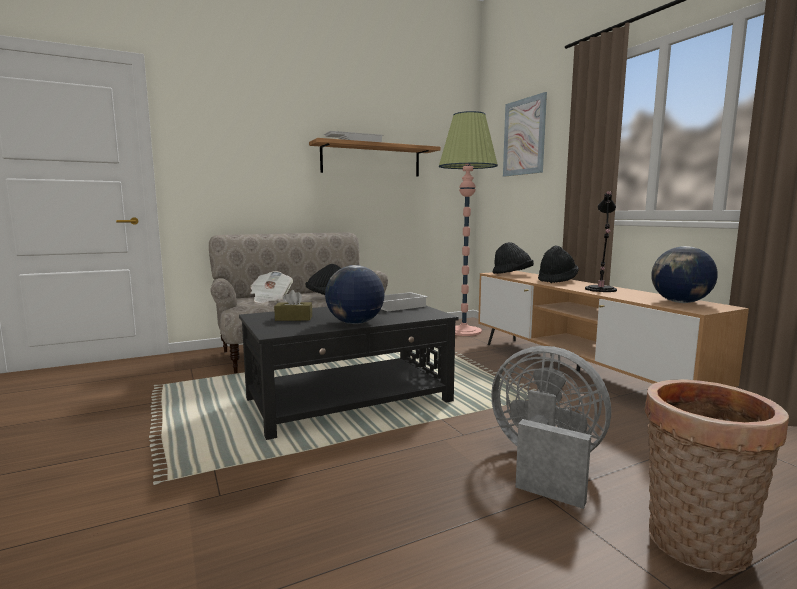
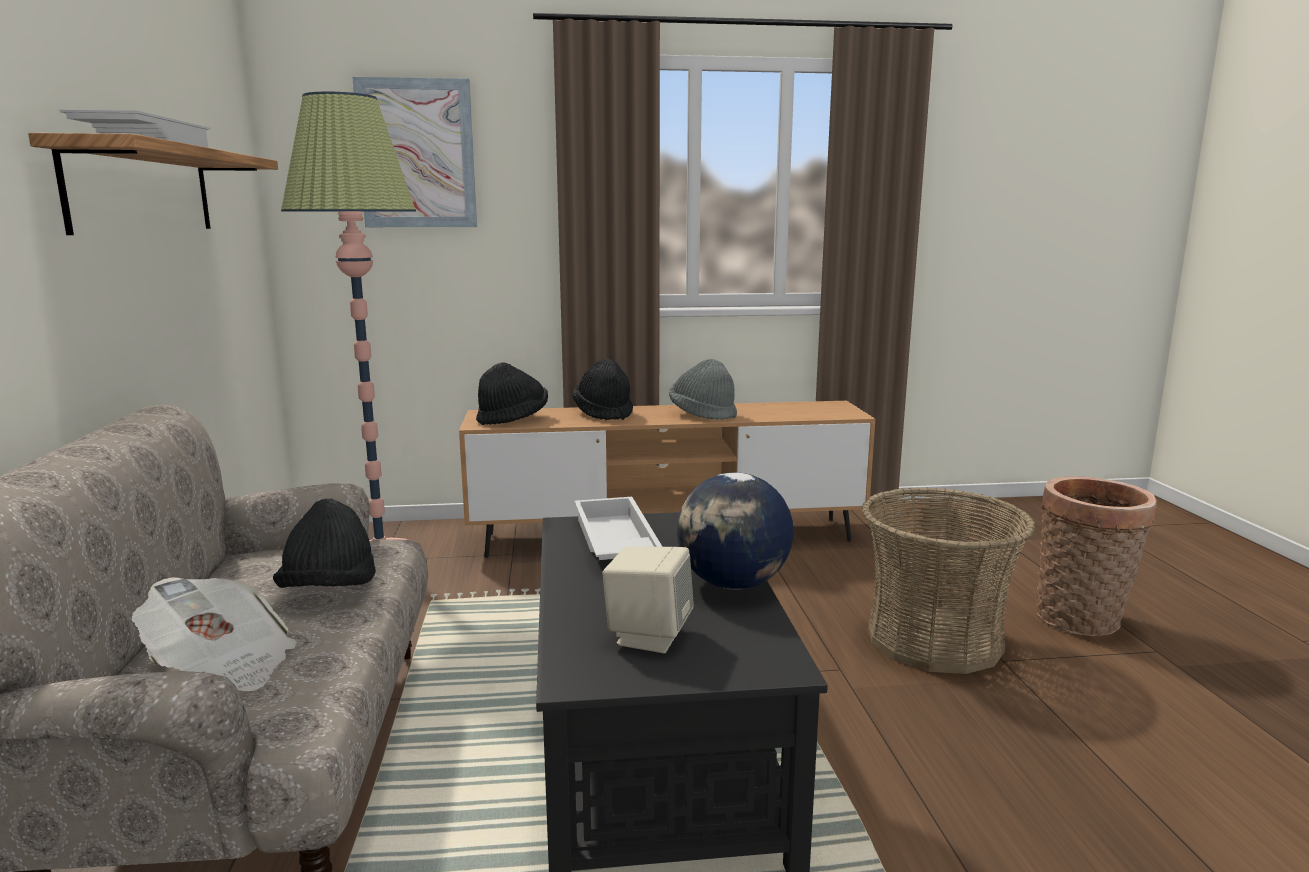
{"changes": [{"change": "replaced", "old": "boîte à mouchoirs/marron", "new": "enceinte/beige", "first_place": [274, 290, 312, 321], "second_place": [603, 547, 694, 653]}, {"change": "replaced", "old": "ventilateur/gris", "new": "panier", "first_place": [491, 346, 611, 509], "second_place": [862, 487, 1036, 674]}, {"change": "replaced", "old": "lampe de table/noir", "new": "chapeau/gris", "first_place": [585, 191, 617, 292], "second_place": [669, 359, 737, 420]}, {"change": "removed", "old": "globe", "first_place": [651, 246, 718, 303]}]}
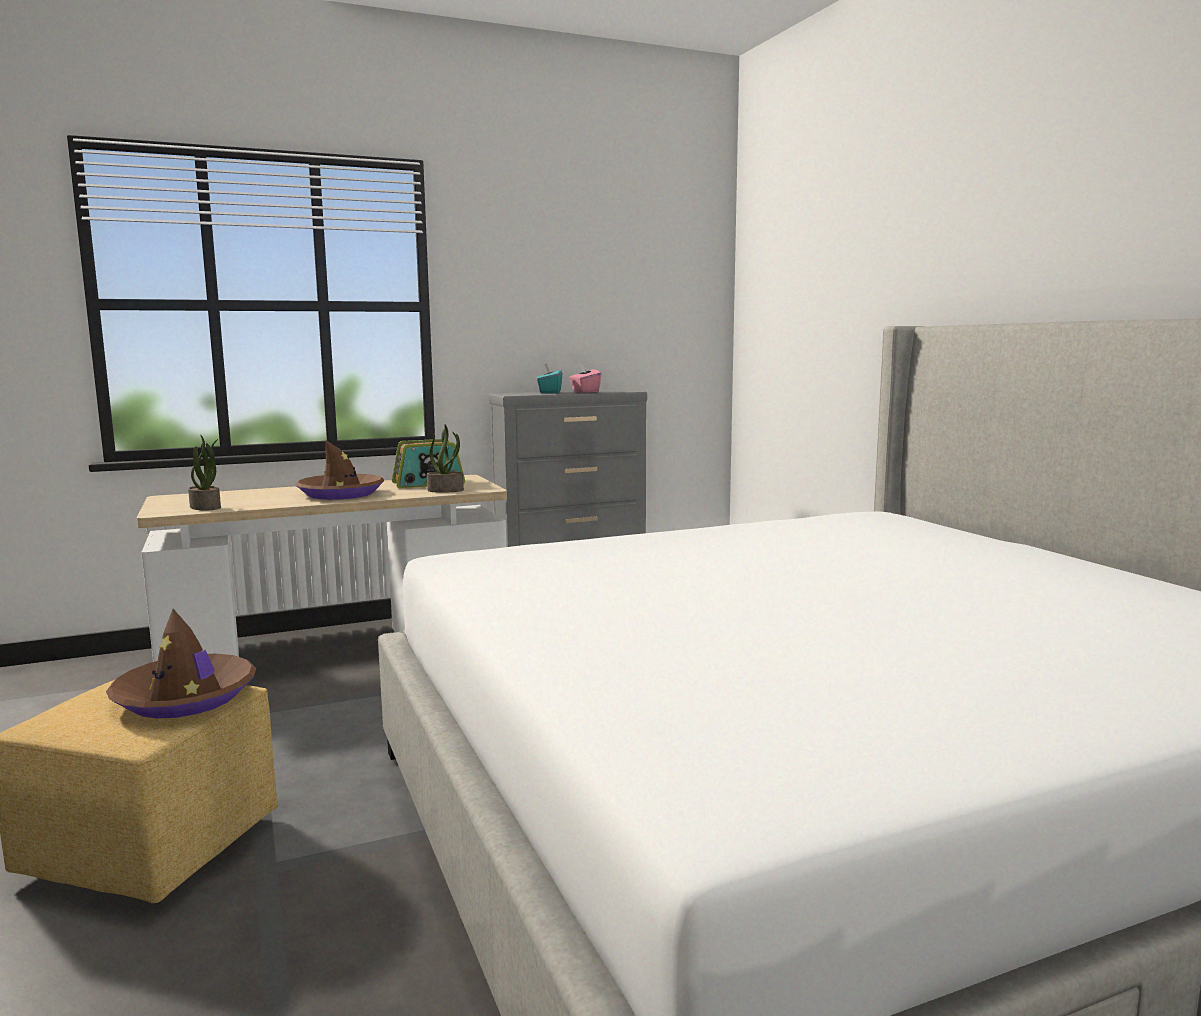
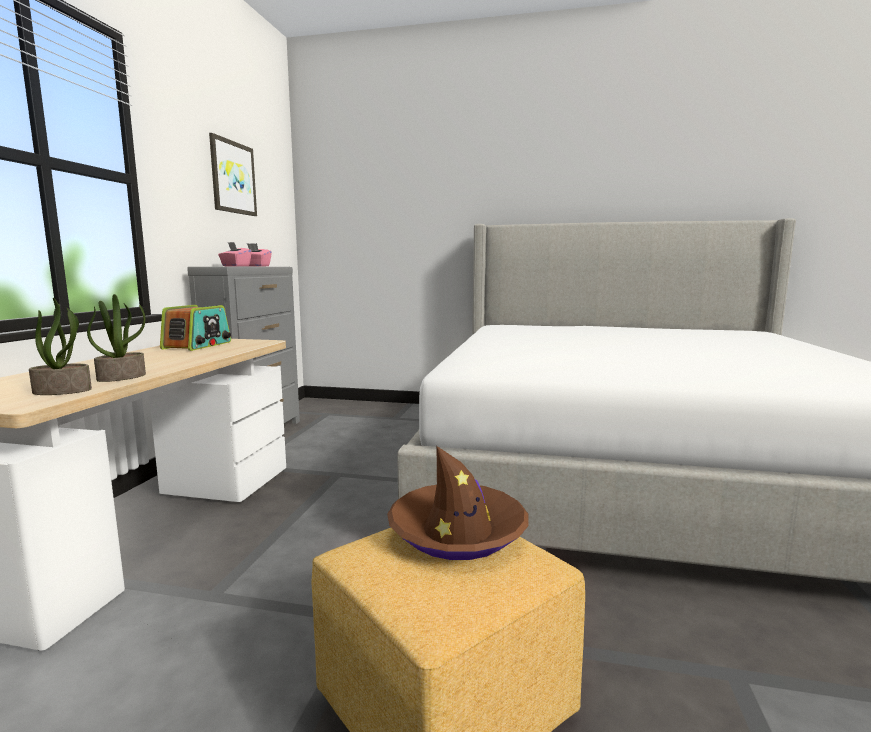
{"changes": [{"change": "removed", "old": "chapeau/marron", "first_place": [296, 440, 384, 500]}, {"change": "moved", "old": "plante en pot", "first_place": [427, 425, 464, 493], "second_place": [87, 294, 146, 382]}, {"change": "recoloured", "old": "boîte à mouchoirs/turquoise", "new": "boîte à mouchoirs/rose", "first_place": [537, 364, 562, 393], "second_place": [218, 242, 252, 266]}, {"change": "added", "new": "tableau", "second_place": [209, 133, 257, 216]}]}
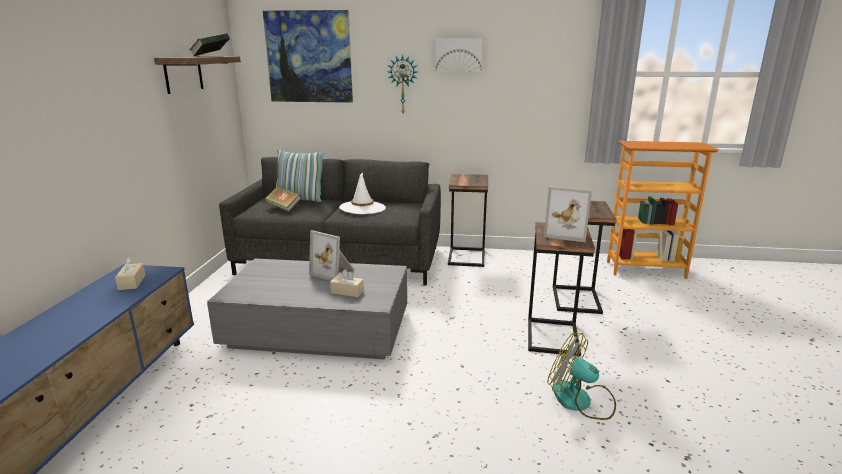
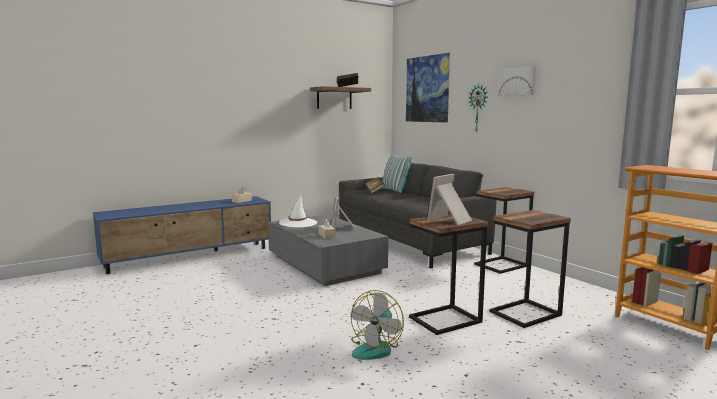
{"changes": [{"change": "moved", "old": "chapeau/blanc", "first_place": [339, 173, 386, 214], "second_place": [279, 194, 317, 228]}, {"change": "turned", "old": "cadre photo", "first_place": [544, 186, 592, 242], "second_place": [427, 174, 472, 225], "degrees": 60}, {"change": "turned", "old": "ventilateur", "first_place": [547, 333, 616, 420], "second_place": [351, 290, 404, 360], "degrees": -150}]}
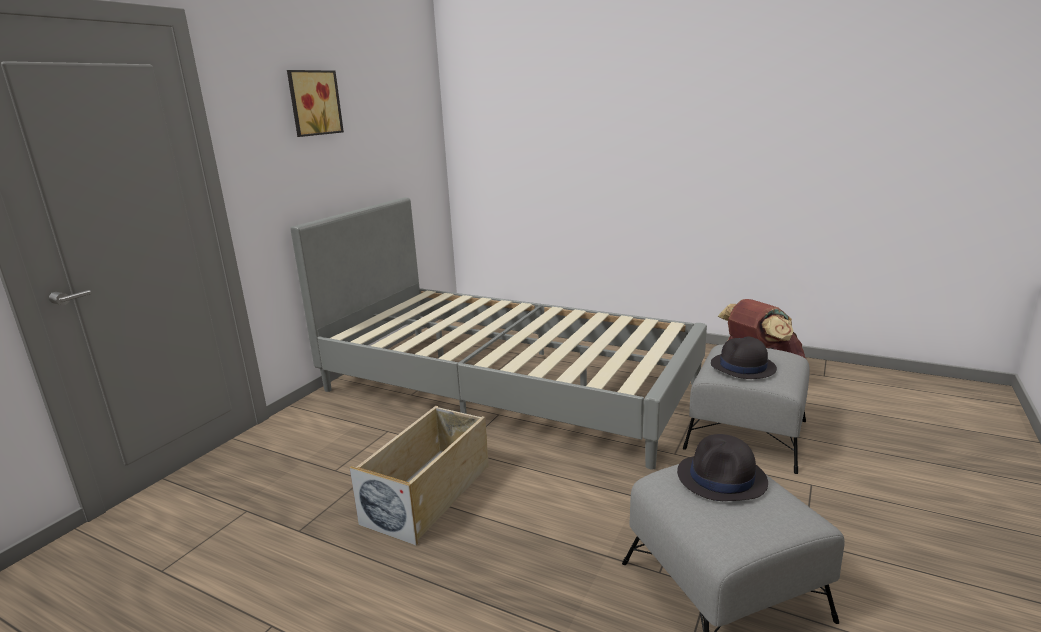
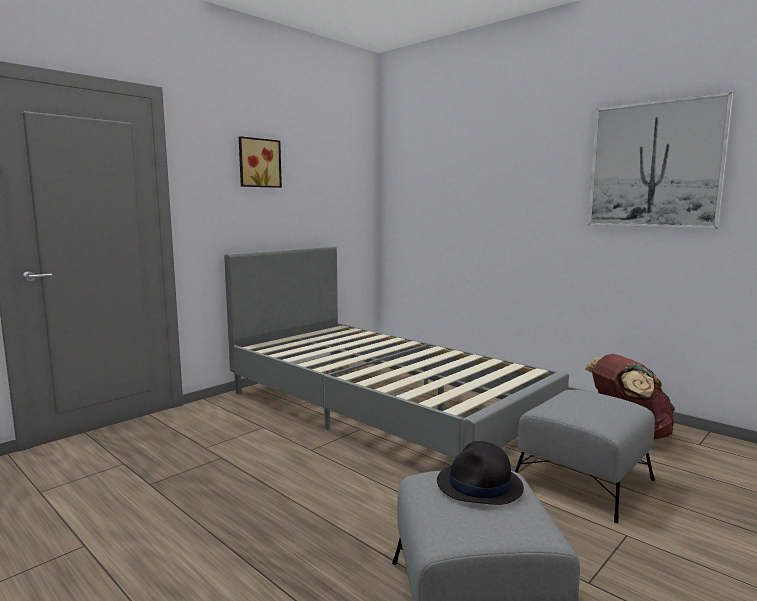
{"changes": [{"change": "removed", "old": "boîte de rangement/beige", "first_place": [349, 406, 489, 546]}, {"change": "removed", "old": "chapeau/noir", "first_place": [711, 337, 777, 379]}, {"change": "added", "new": "tableau", "second_place": [588, 92, 733, 229]}]}
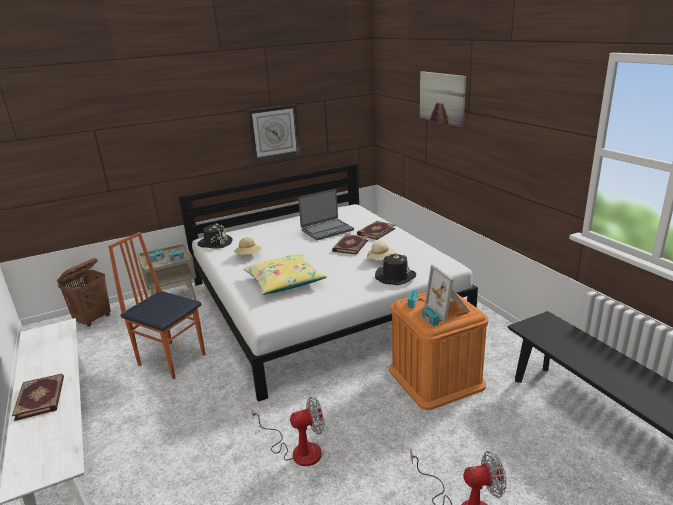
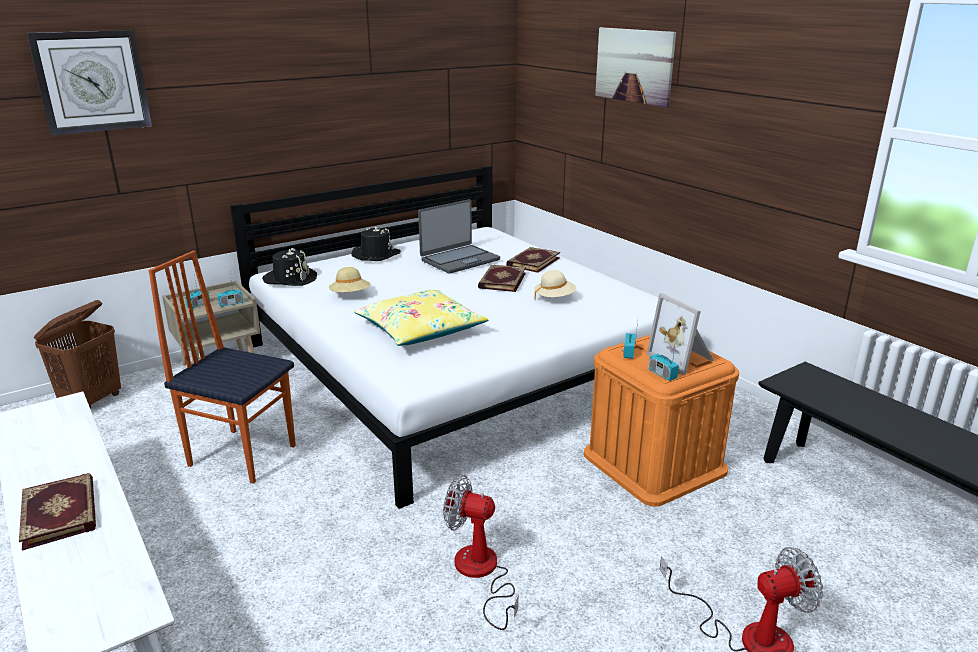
{"changes": [{"change": "moved", "old": "horloge murale", "first_place": [247, 104, 301, 162], "second_place": [26, 30, 152, 136]}, {"change": "turned", "old": "ventilateur", "first_place": [251, 397, 325, 466], "second_place": [443, 475, 519, 630], "degrees": -135}, {"change": "moved", "old": "chapeau/noir", "first_place": [375, 253, 416, 285], "second_place": [352, 226, 401, 261]}]}
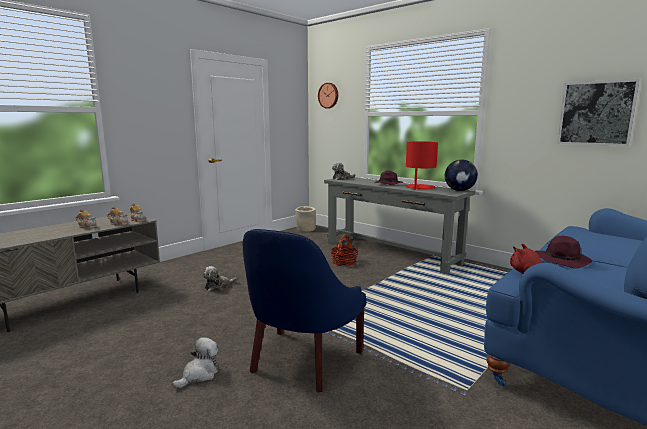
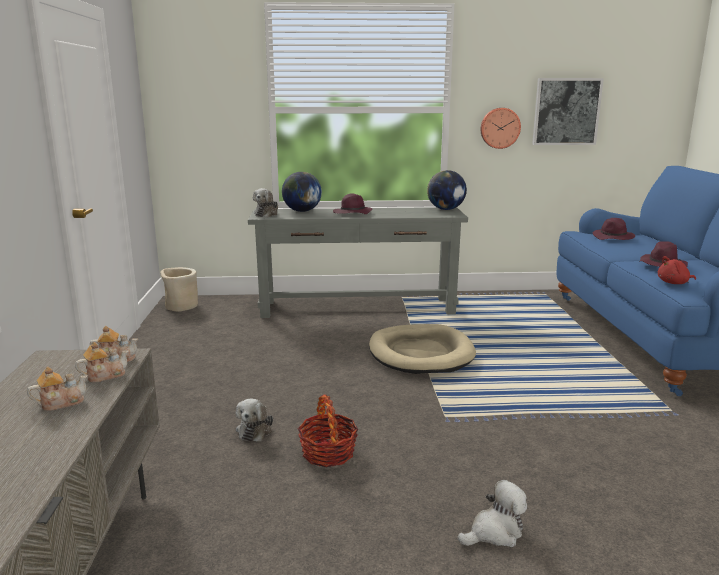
{"changes": [{"change": "turned", "old": "peluche", "first_place": [173, 337, 218, 388], "second_place": [457, 480, 527, 547], "degrees": 75}, {"change": "removed", "old": "fauteuil/bleu", "first_place": [243, 229, 366, 392]}, {"change": "moved", "old": "horloge murale", "first_place": [318, 83, 338, 109], "second_place": [481, 108, 521, 149]}, {"change": "moved", "old": "panier", "first_place": [331, 235, 358, 266], "second_place": [297, 394, 359, 467]}, {"change": "removed", "old": "lampe de table/rouge", "first_place": [405, 141, 438, 190]}, {"change": "added", "new": "globe", "second_place": [282, 172, 322, 212]}, {"change": "added", "new": "panier pour chien/beige", "second_place": [369, 324, 476, 374]}, {"change": "added", "new": "chapeau/violet", "second_place": [592, 218, 635, 240]}]}
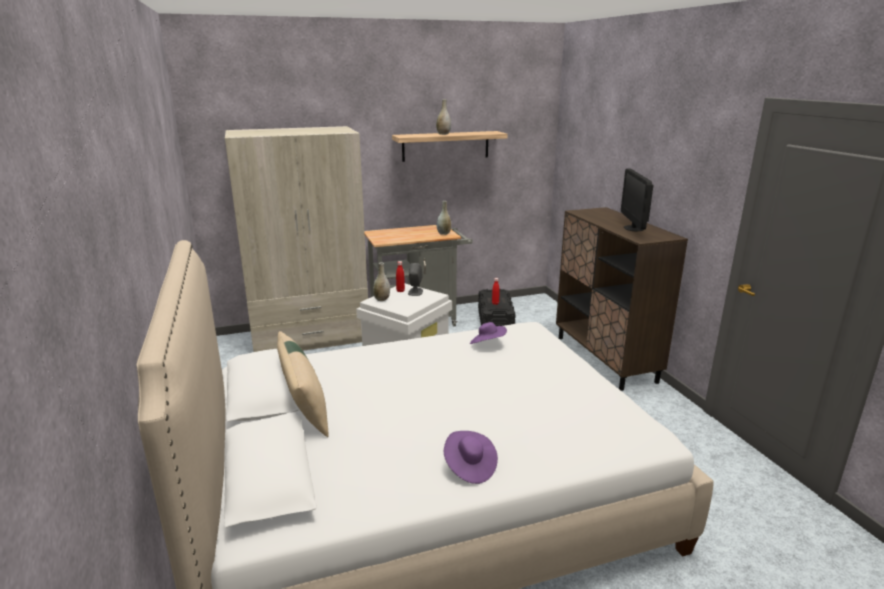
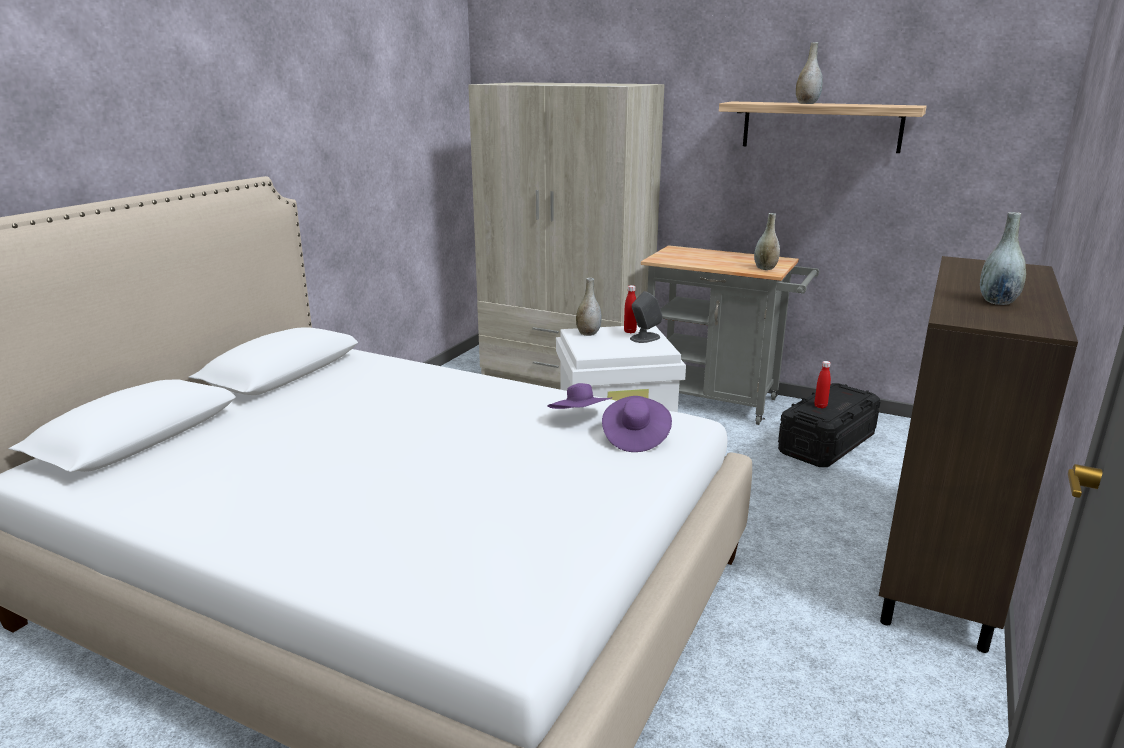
{"changes": [{"change": "removed", "old": "coussin/beige", "first_place": [277, 331, 329, 437]}, {"change": "moved", "old": "chapeau/violet", "first_place": [444, 431, 498, 484], "second_place": [602, 396, 672, 452]}, {"change": "replaced", "old": "écran d'ordinateur", "new": "vase/gris", "first_place": [621, 169, 653, 232], "second_place": [980, 212, 1026, 305]}]}
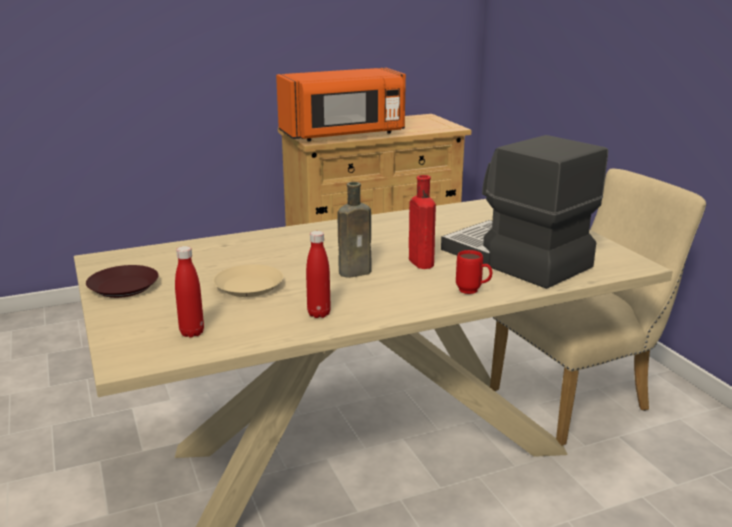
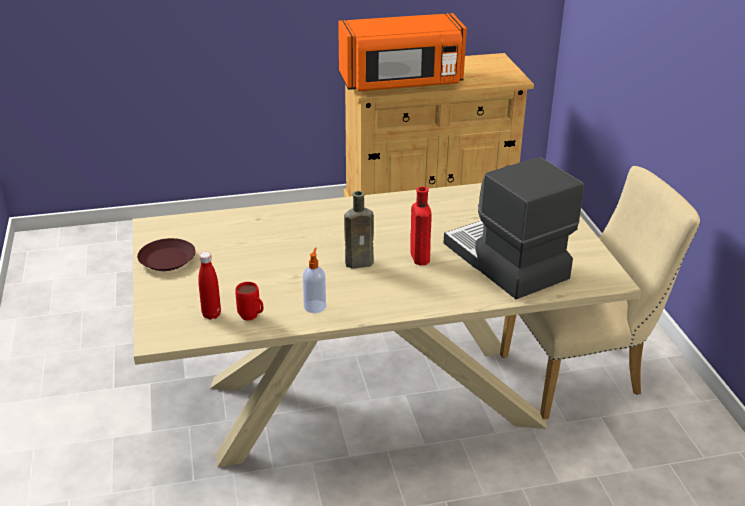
{"changes": [{"change": "removed", "old": "assiette/beige", "first_place": [213, 264, 283, 297]}, {"change": "replaced", "old": "bouteille/rouge", "new": "distributeur de savon", "first_place": [306, 231, 331, 318], "second_place": [303, 248, 326, 313]}, {"change": "moved", "old": "mug/rouge", "first_place": [456, 250, 492, 294], "second_place": [235, 282, 264, 321]}]}
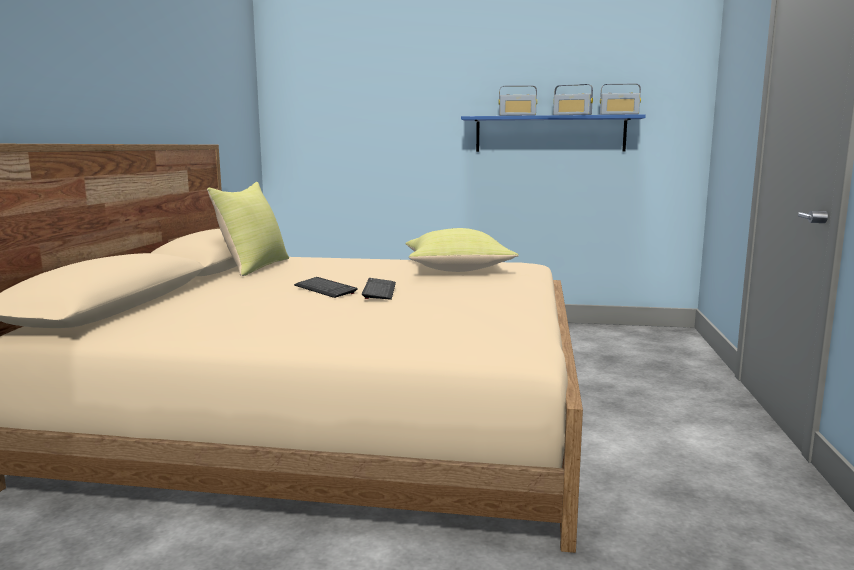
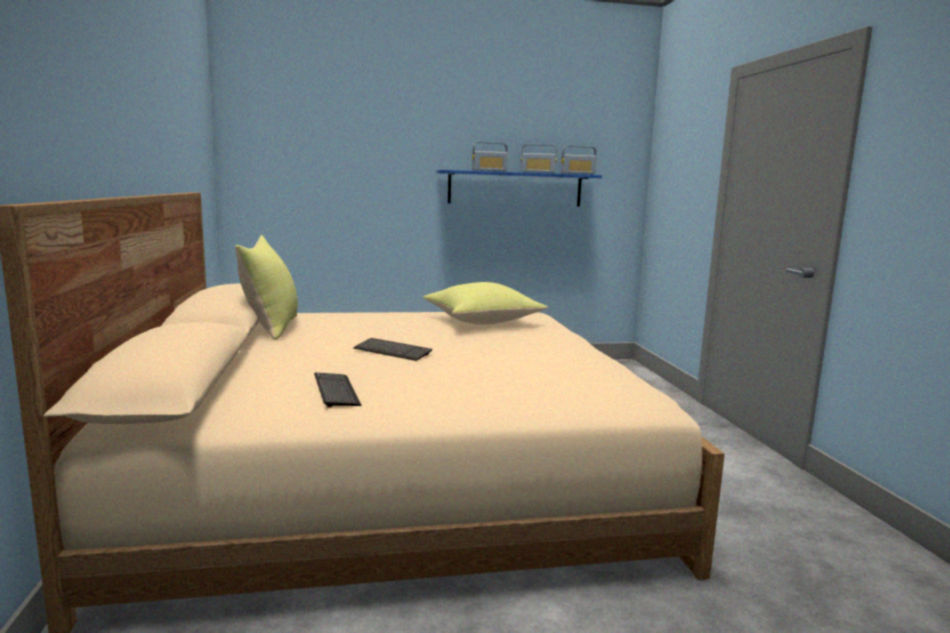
{"changes": [{"change": "moved", "old": "clavier", "first_place": [362, 278, 396, 300], "second_place": [314, 373, 361, 408]}]}
